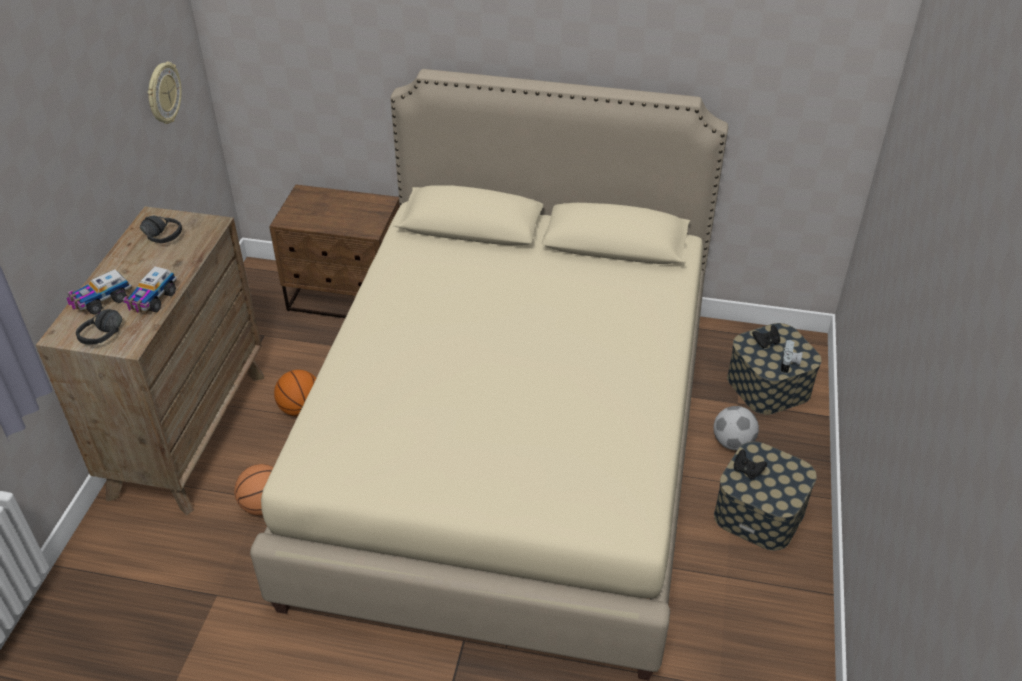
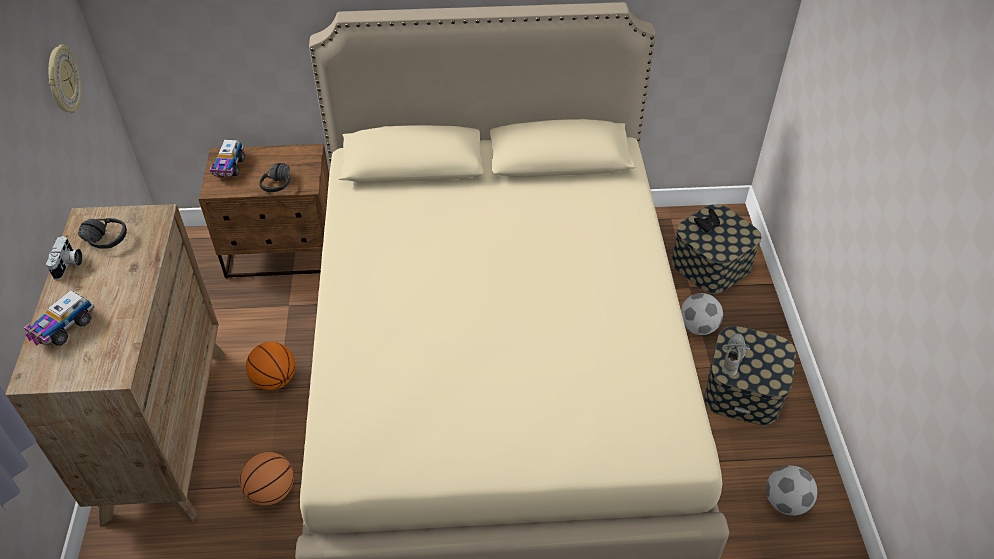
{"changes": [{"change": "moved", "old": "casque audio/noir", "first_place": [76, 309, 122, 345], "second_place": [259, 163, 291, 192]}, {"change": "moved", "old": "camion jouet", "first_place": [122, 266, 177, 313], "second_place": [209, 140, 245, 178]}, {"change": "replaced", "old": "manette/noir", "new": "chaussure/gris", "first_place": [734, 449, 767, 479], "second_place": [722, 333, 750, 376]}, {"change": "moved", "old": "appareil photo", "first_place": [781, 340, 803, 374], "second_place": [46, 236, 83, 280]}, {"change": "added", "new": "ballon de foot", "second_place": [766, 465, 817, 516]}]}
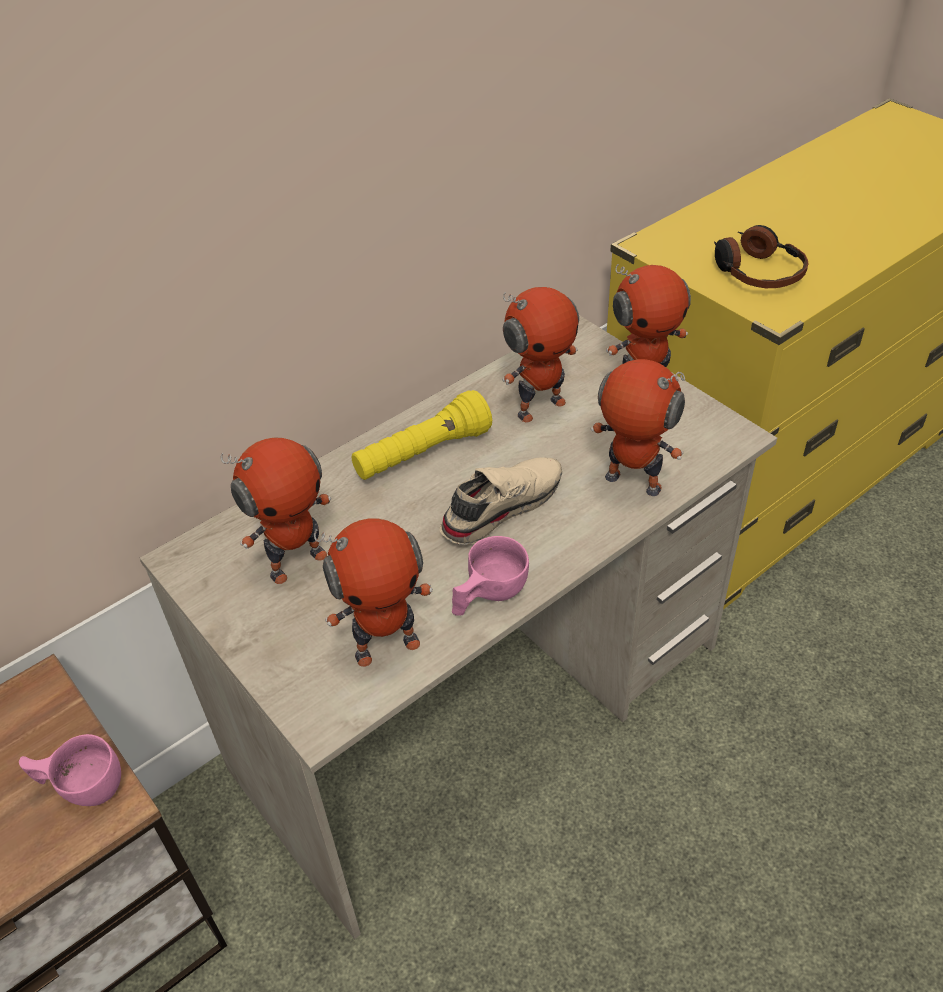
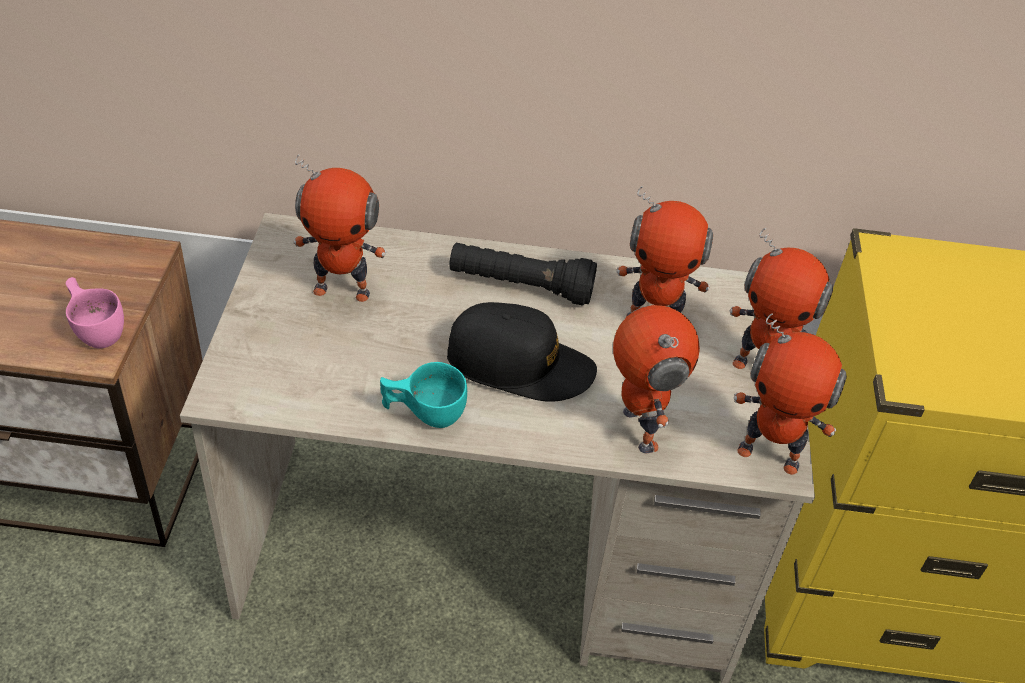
{"changes": [{"change": "moved", "old": "robot jouet", "first_place": [314, 518, 433, 667], "second_place": [734, 313, 847, 475]}, {"change": "recoloured", "old": "lampe de poche/jaune", "new": "lampe de poche/noir", "first_place": [352, 390, 492, 480], "second_place": [449, 243, 597, 306]}, {"change": "replaced", "old": "chaussure/beige", "new": "casquette/noir", "first_place": [440, 458, 562, 545], "second_place": [447, 302, 597, 402]}, {"change": "recoloured", "old": "tasse/rose", "new": "tasse/turquoise", "first_place": [452, 536, 529, 616], "second_place": [380, 362, 467, 428]}, {"change": "removed", "old": "casque audio", "first_place": [714, 225, 808, 288]}]}
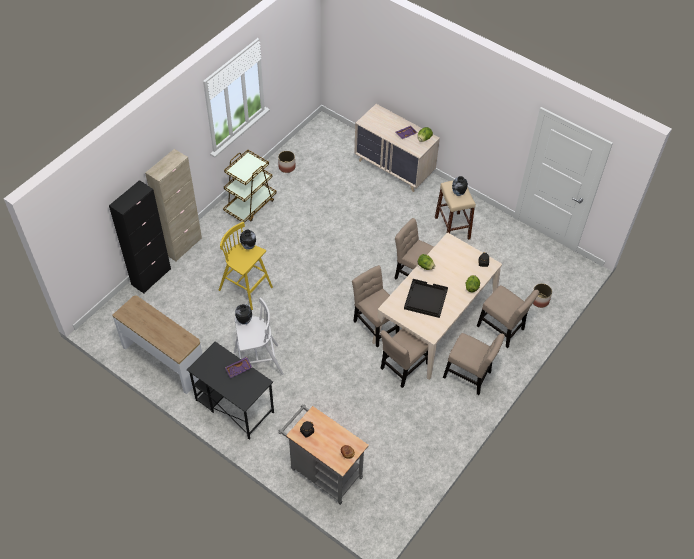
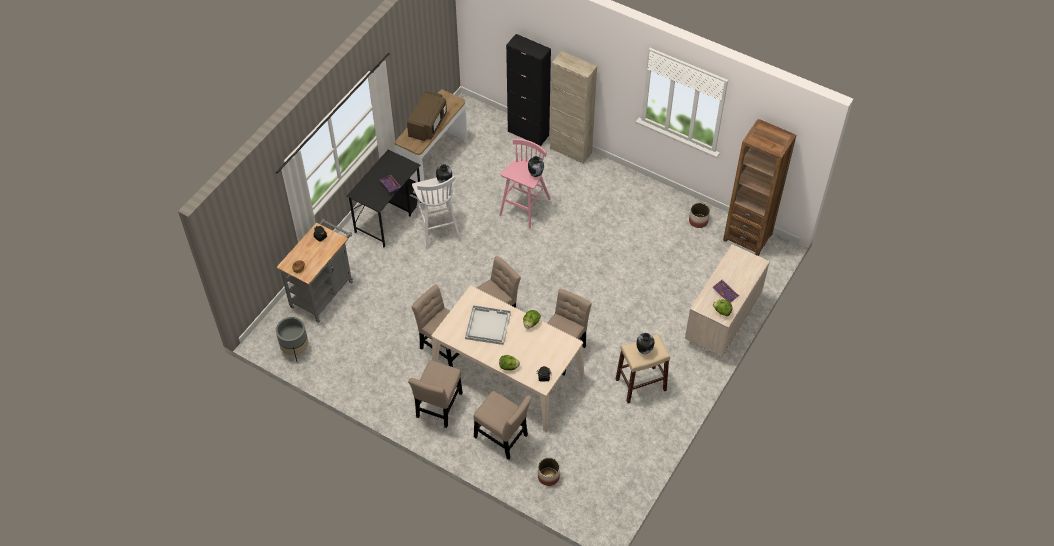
{"changes": [{"change": "recoloured", "old": "tabouret/jaune", "new": "tabouret/rose", "first_place": [219, 222, 273, 310], "second_place": [499, 139, 551, 229]}, {"change": "removed", "old": "chariot/marron", "first_place": [223, 150, 277, 223]}, {"change": "recoloured", "old": "plateau/noir", "new": "plateau/blanc", "first_place": [404, 279, 448, 318], "second_place": [465, 305, 511, 345]}, {"change": "turned", "old": "chaise/beige", "first_place": [477, 285, 539, 348], "second_place": [474, 391, 532, 460], "degrees": -90}, {"change": "added", "new": "cache-pot/gris", "second_place": [276, 317, 308, 361]}, {"change": "added", "new": "micro-ondes/marron", "second_place": [407, 90, 447, 141]}, {"change": "added", "new": "bibliothèque/marron", "second_place": [723, 119, 796, 256]}]}
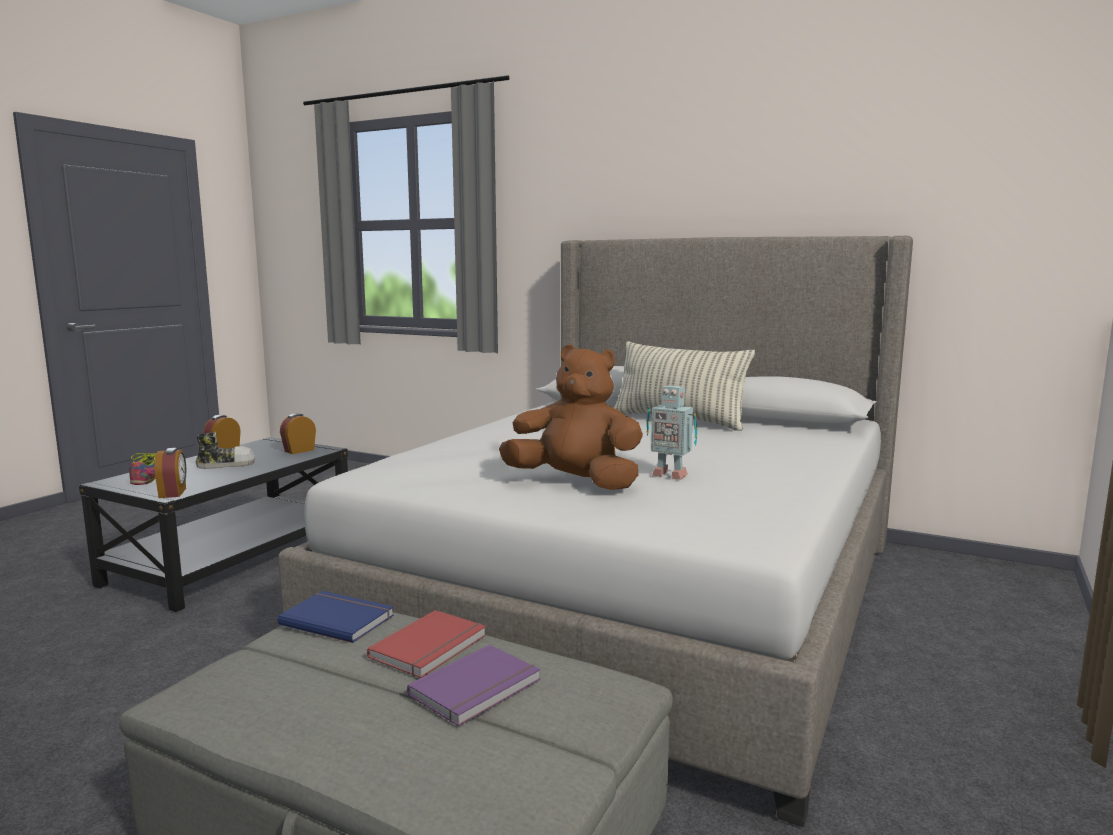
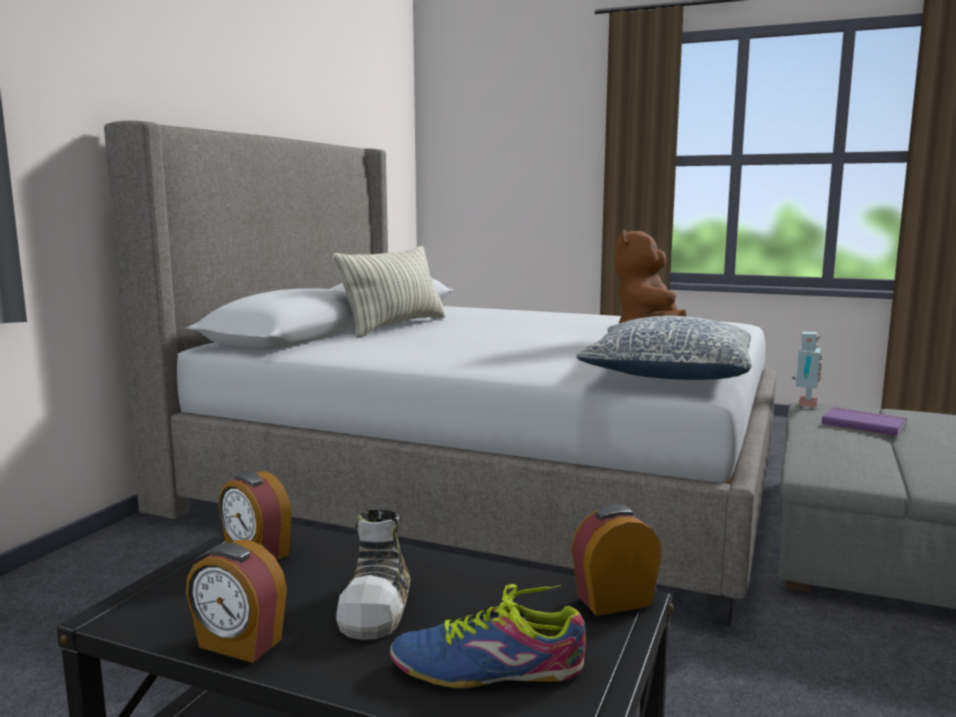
{"changes": [{"change": "turned", "old": "chaussure", "first_place": [196, 432, 255, 469], "second_place": [336, 509, 410, 640], "degrees": -150}, {"change": "removed", "old": "livre/bleu", "first_place": [277, 591, 394, 643]}, {"change": "removed", "old": "livre/rouge", "first_place": [367, 610, 486, 678]}, {"change": "moved", "old": "robot jouet", "first_place": [647, 385, 697, 480], "second_place": [792, 332, 822, 408]}, {"change": "added", "new": "coussin", "second_place": [576, 316, 752, 380]}]}
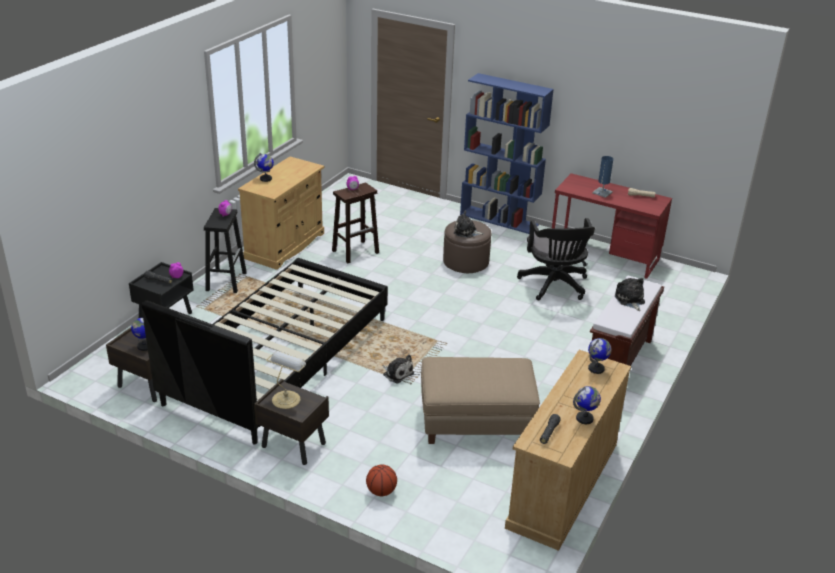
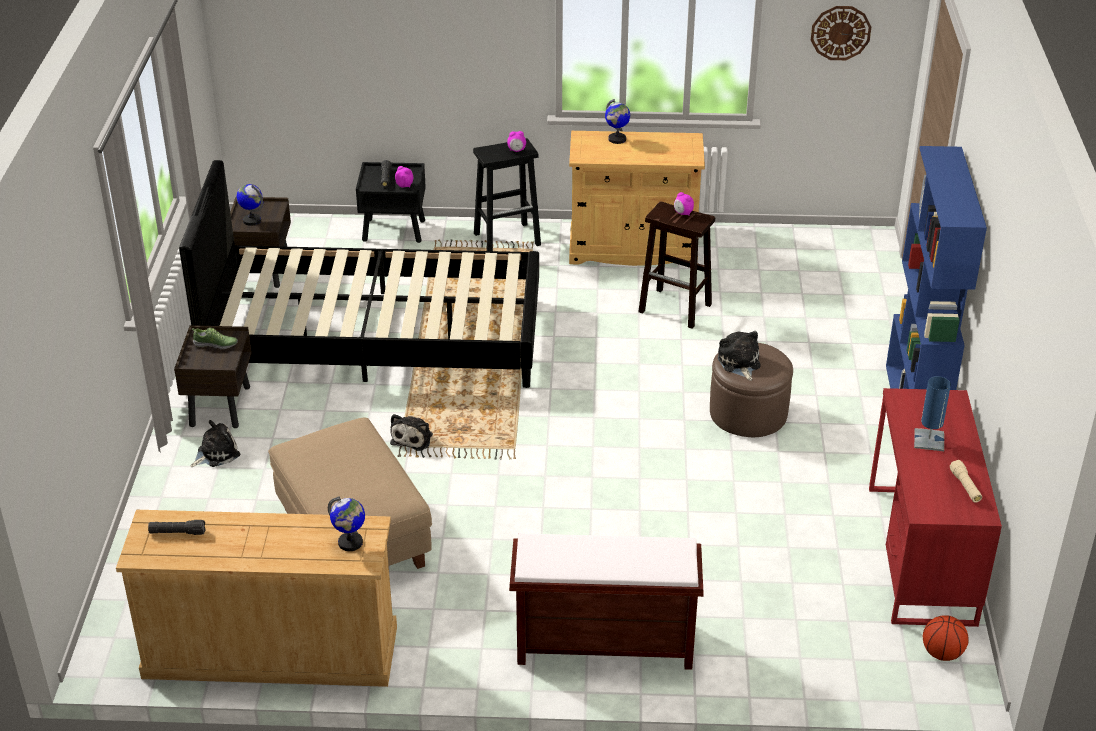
{"changes": [{"change": "replaced", "old": "lampe de table", "new": "chaussure", "first_place": [266, 351, 306, 409], "second_place": [192, 328, 238, 350]}, {"change": "moved", "old": "ballon de basket", "first_place": [366, 465, 397, 496], "second_place": [923, 615, 969, 661]}, {"change": "removed", "old": "chaise de bureau/noir", "first_place": [517, 218, 595, 300]}, {"change": "removed", "old": "globe", "first_place": [573, 386, 601, 424]}, {"change": "moved", "old": "peluche", "first_place": [615, 278, 645, 311], "second_place": [191, 420, 240, 467]}, {"change": "added", "new": "horloge murale", "second_place": [811, 6, 871, 60]}]}
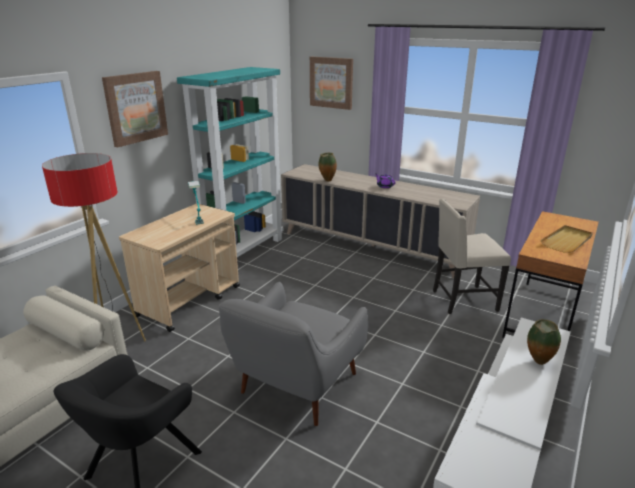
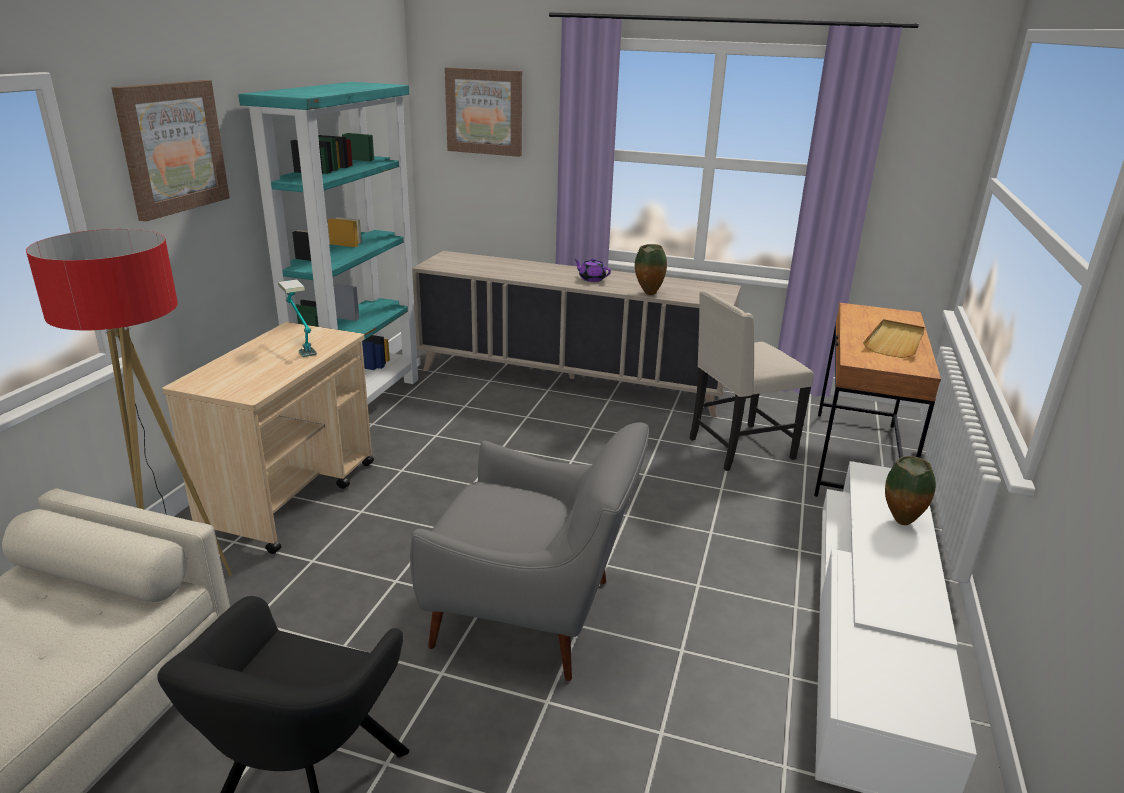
{"changes": [{"change": "turned", "old": "fauteuil/gris", "first_place": [219, 282, 368, 426], "second_place": [410, 422, 649, 681], "degrees": -90}, {"change": "moved", "old": "vase", "first_place": [318, 153, 337, 182], "second_place": [635, 244, 667, 295]}]}
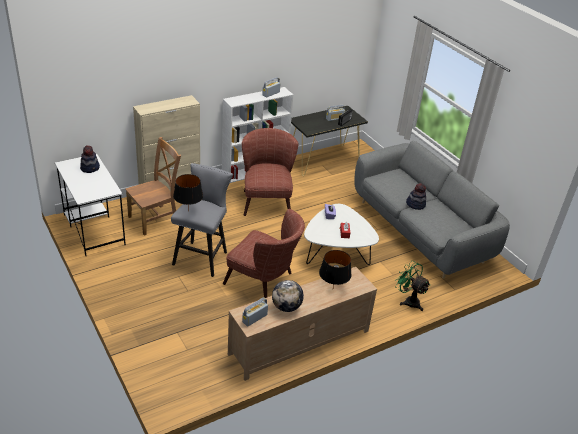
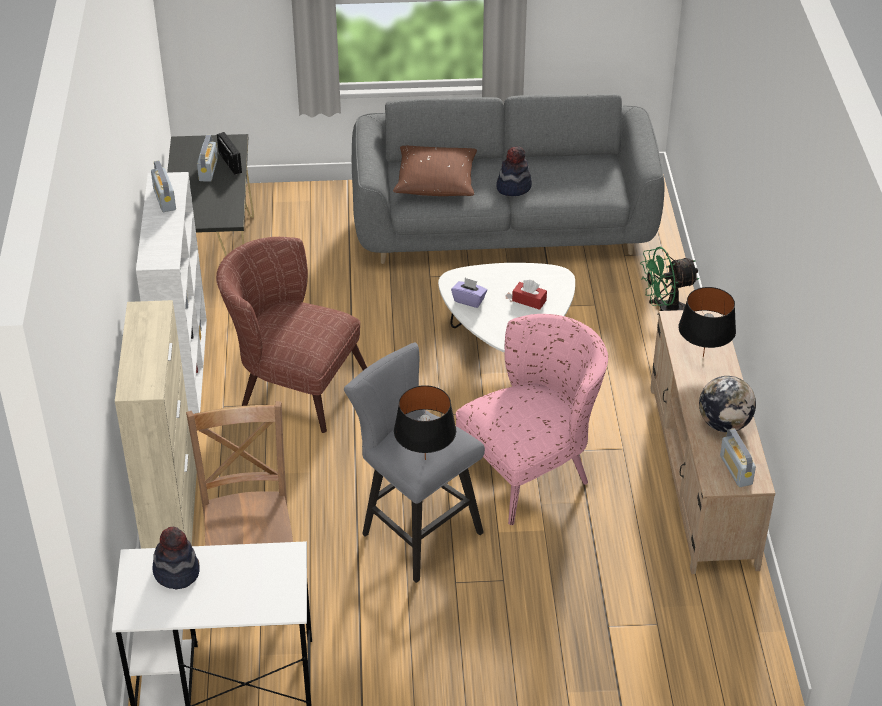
{"changes": [{"change": "recoloured", "old": "fauteuil/marron", "new": "fauteuil/rose", "first_place": [223, 209, 305, 298], "second_place": [456, 314, 608, 525]}, {"change": "added", "new": "coussin/marron", "second_place": [393, 146, 477, 196]}]}
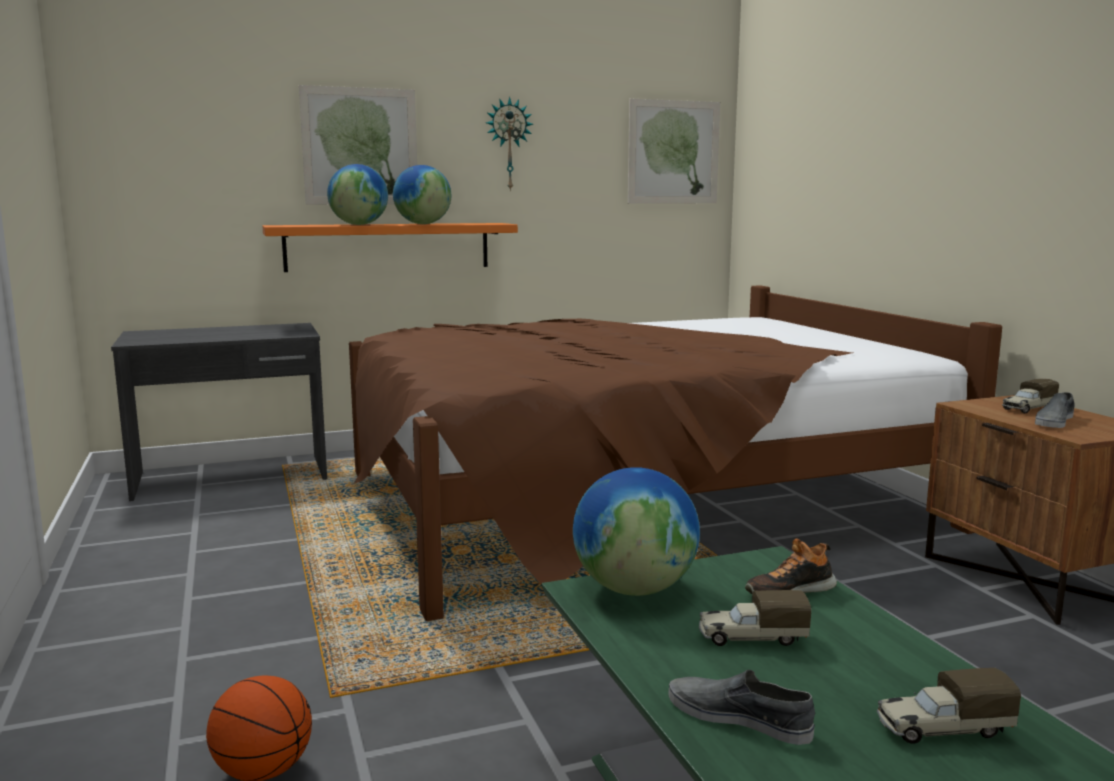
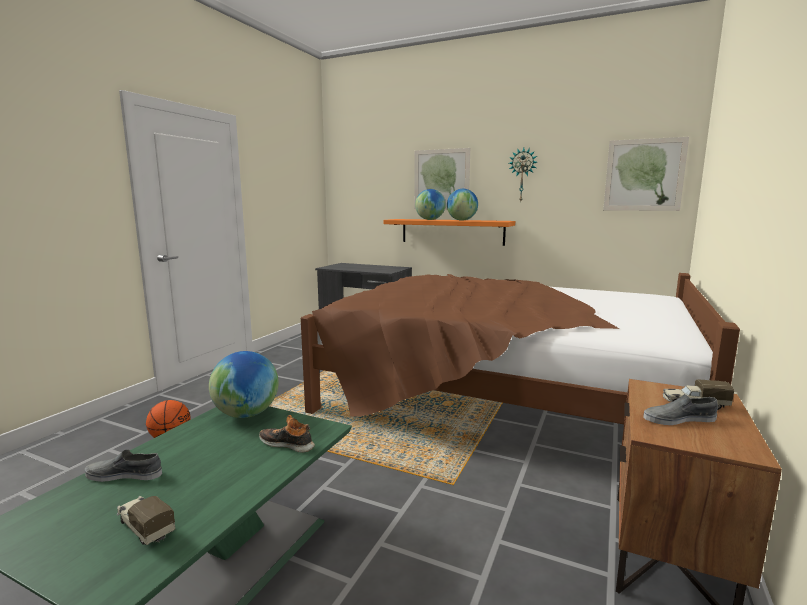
{"changes": [{"change": "turned", "old": "chaussure/gris", "first_place": [668, 670, 815, 745], "second_place": [85, 450, 162, 482], "degrees": -75}, {"change": "removed", "old": "camion jouet", "first_place": [699, 590, 811, 646]}]}
